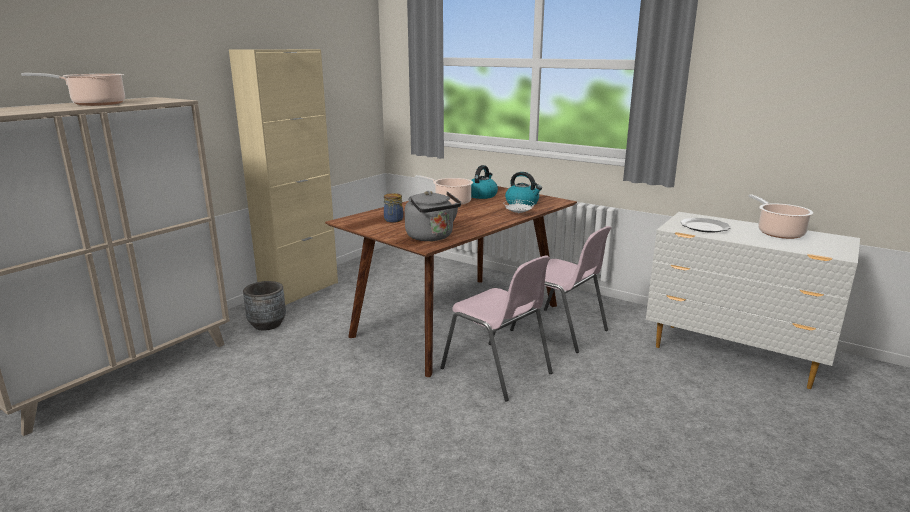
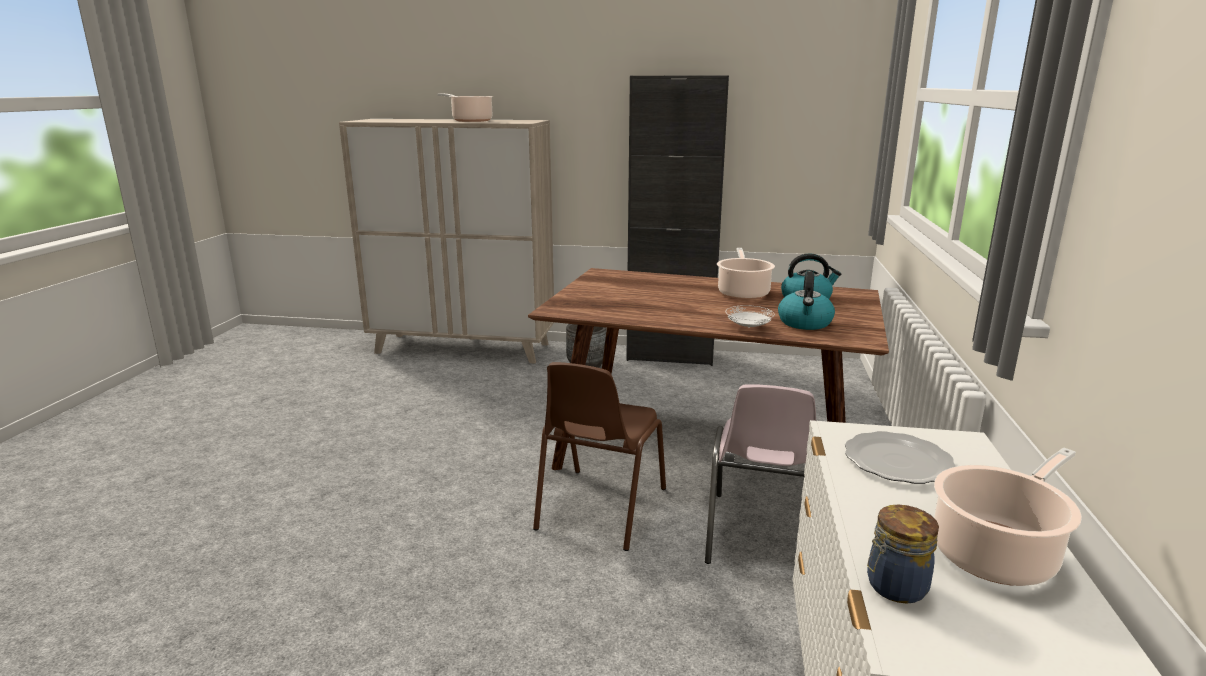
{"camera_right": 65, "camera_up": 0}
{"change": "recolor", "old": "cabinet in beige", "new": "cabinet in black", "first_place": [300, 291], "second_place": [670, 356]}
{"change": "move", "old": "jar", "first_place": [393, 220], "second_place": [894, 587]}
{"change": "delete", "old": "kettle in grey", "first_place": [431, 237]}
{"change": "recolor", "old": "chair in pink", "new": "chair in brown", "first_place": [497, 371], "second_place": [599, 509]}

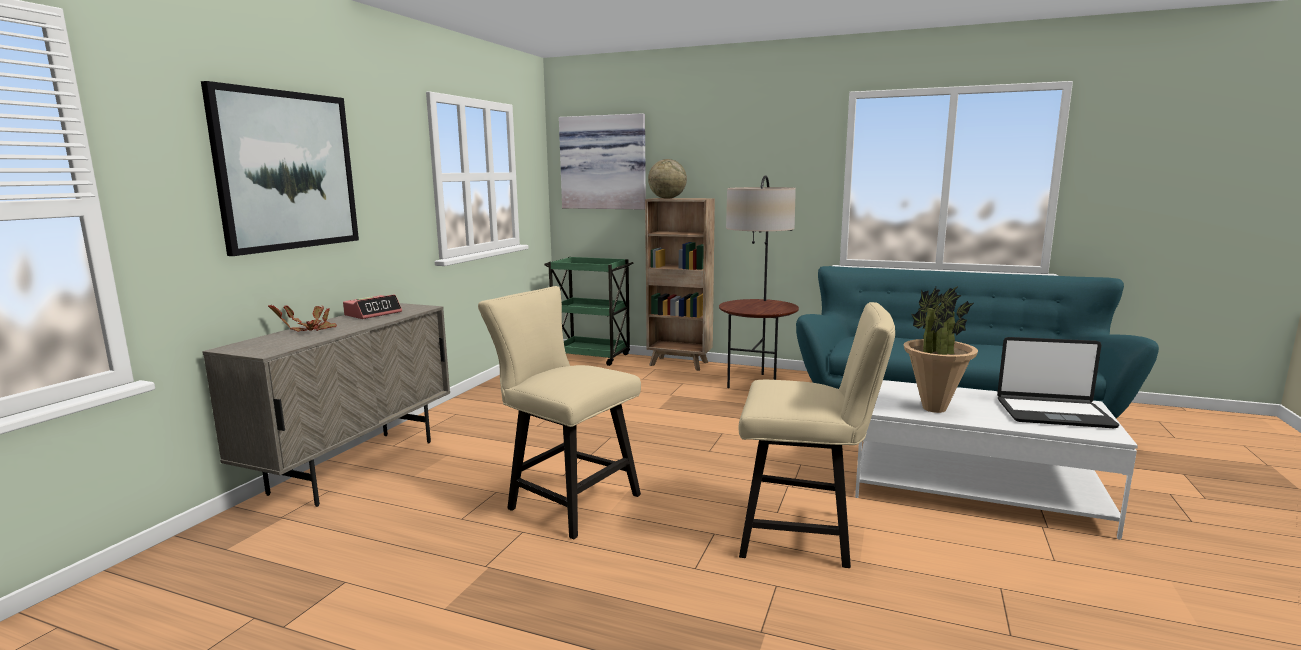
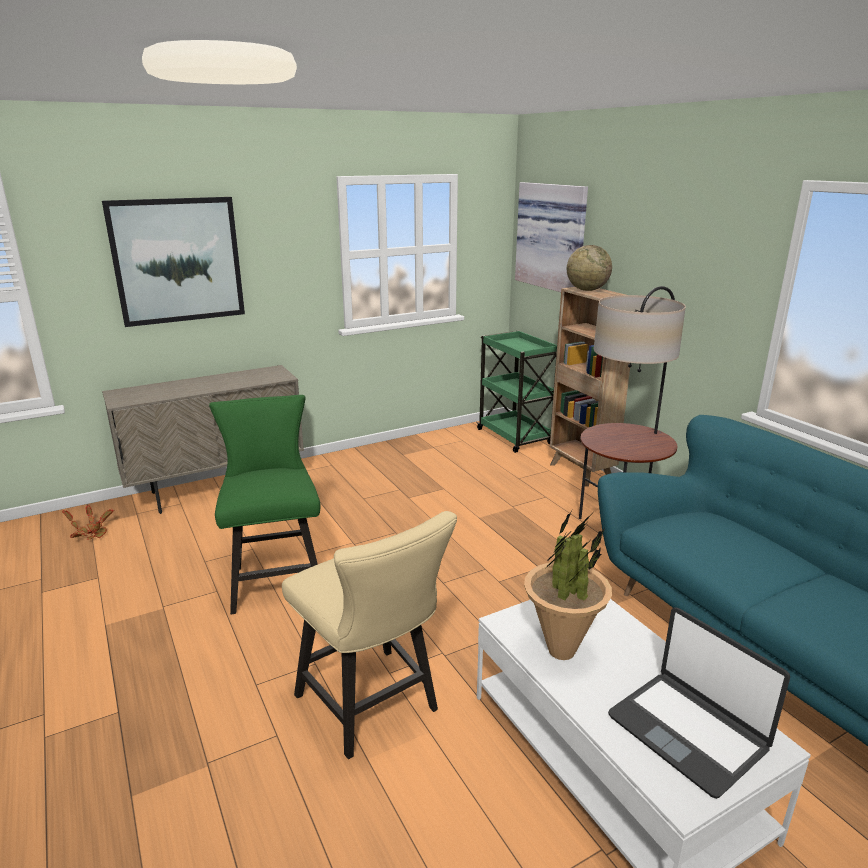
{"camera_right": 40, "camera_up": 10}
{"change": "move", "old": "potted plant", "first_place": [310, 330], "second_place": [91, 533]}
{"change": "delete", "old": "alarm clock", "first_place": [373, 314]}
{"change": "recolor", "old": "chair in beige", "new": "chair in green", "first_place": [566, 500], "second_place": [276, 578]}

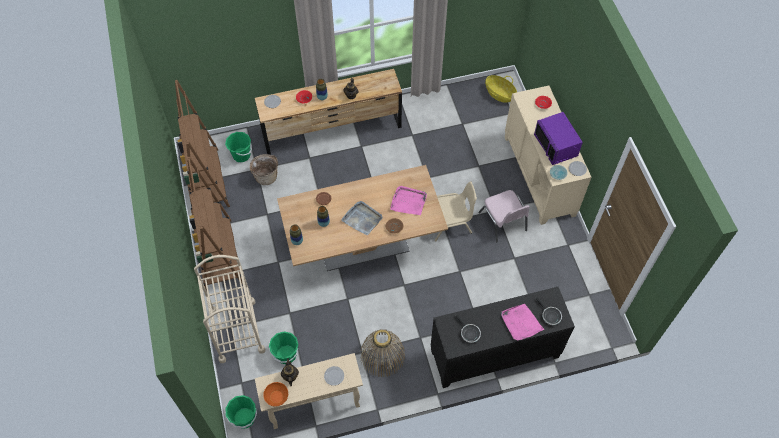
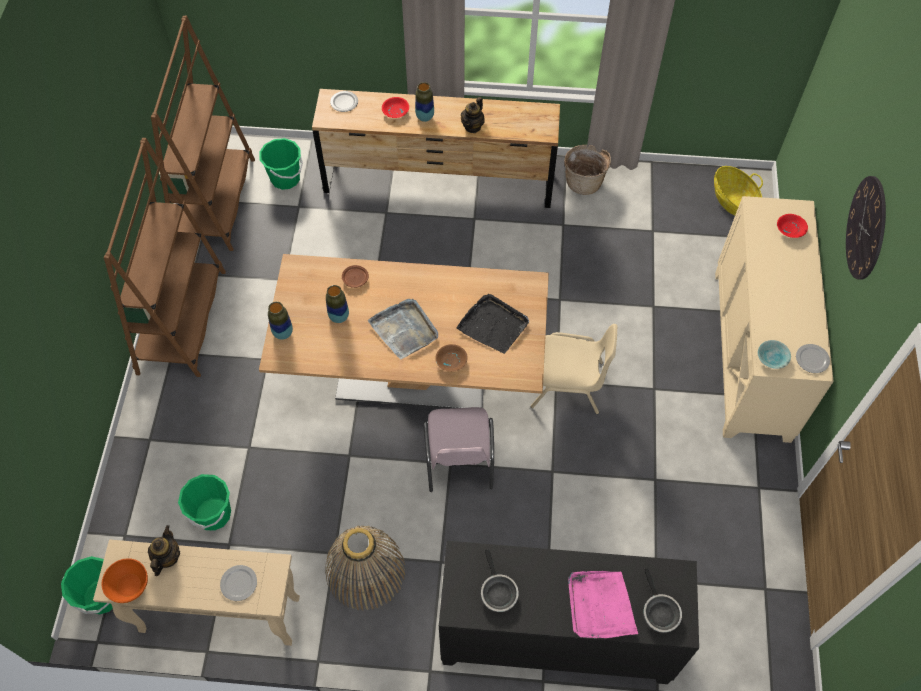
{"camera_right": 20, "camera_up": 0}
{"change": "delete", "old": "cart in beige", "first_place": [237, 330]}
{"change": "move", "old": "basket", "first_place": [266, 176], "second_place": [584, 181]}
{"change": "recolor", "old": "tray in pink", "new": "tray in black", "first_place": [408, 201], "second_place": [493, 325]}
{"change": "move", "old": "chair in pink", "first_place": [503, 222], "second_place": [459, 459]}
{"change": "delete", "old": "microwave in purple", "first_place": [556, 145]}
{"change": "insert", "new": "wall clock", "second_place": [866, 228]}

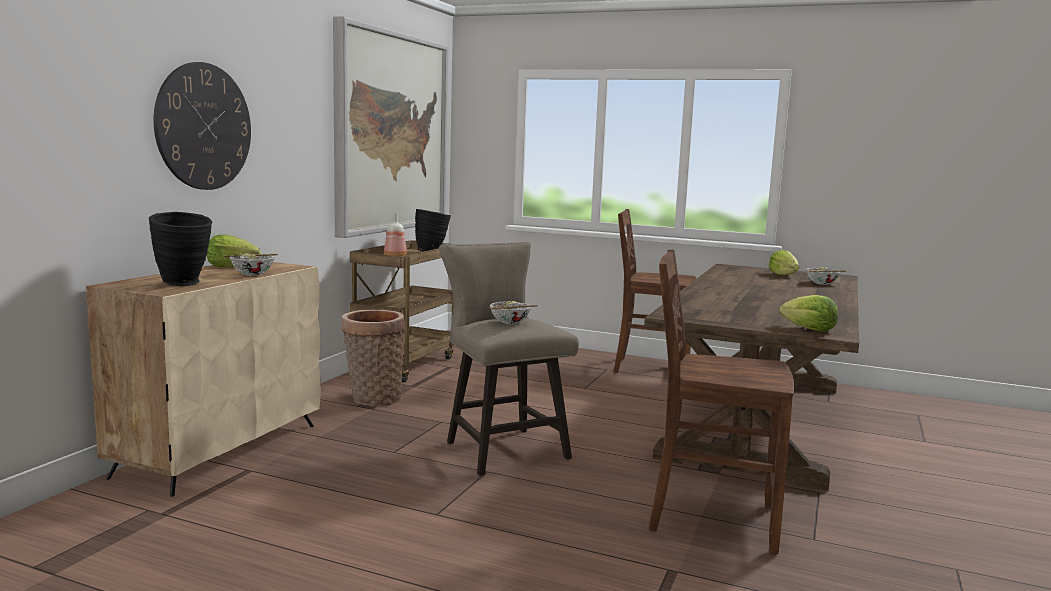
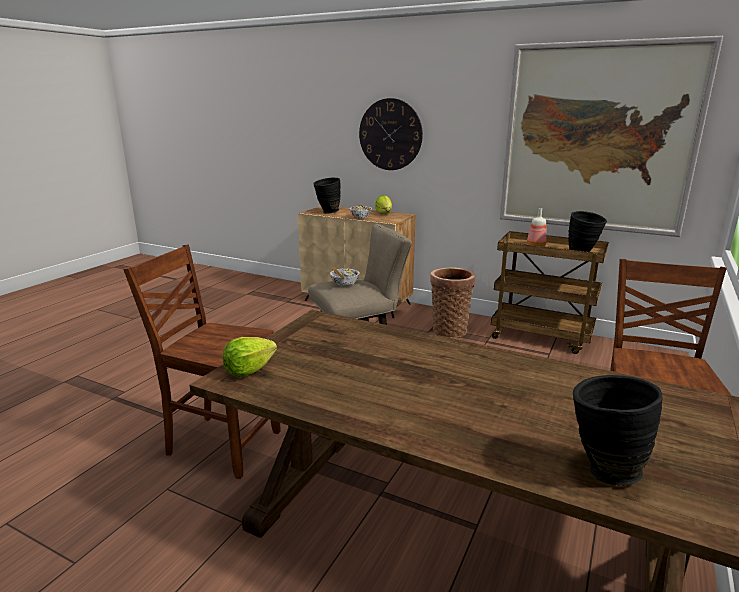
{"camera_right": 95, "camera_up": 10}
{"change": "rotate", "old": "chair in brown", "first_place": [709, 518], "second_place": [222, 443], "degrees": -90}
{"change": "delete", "old": "lettuce", "first_place": [783, 275]}
{"change": "replace", "old": "bowl", "new": "vase in black", "first_place": [822, 283], "second_place": [601, 469]}

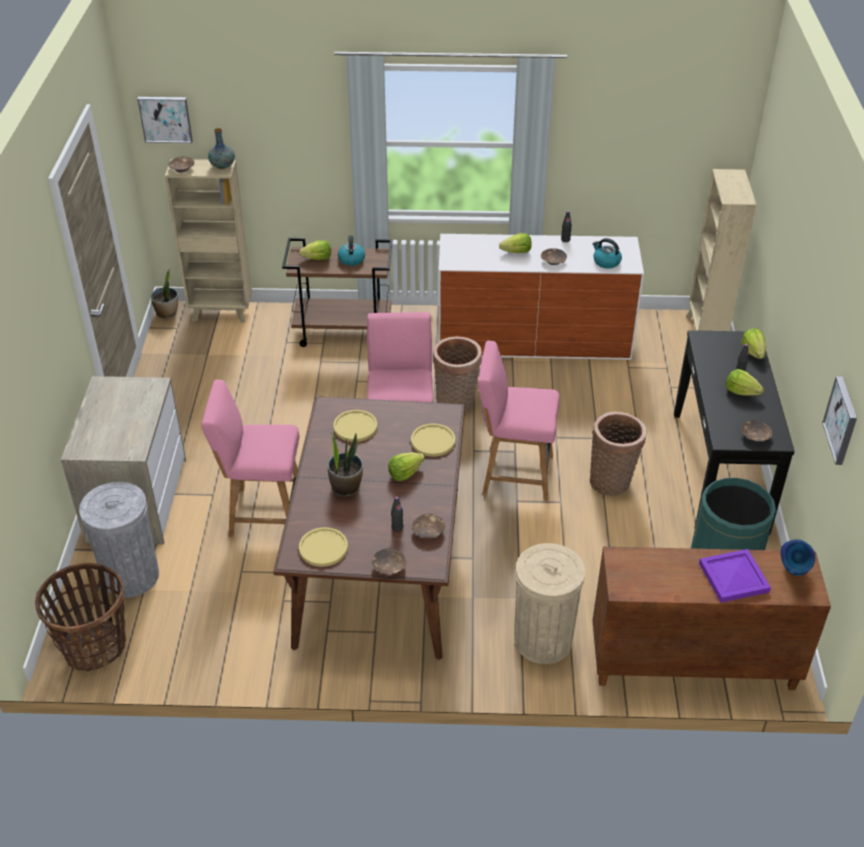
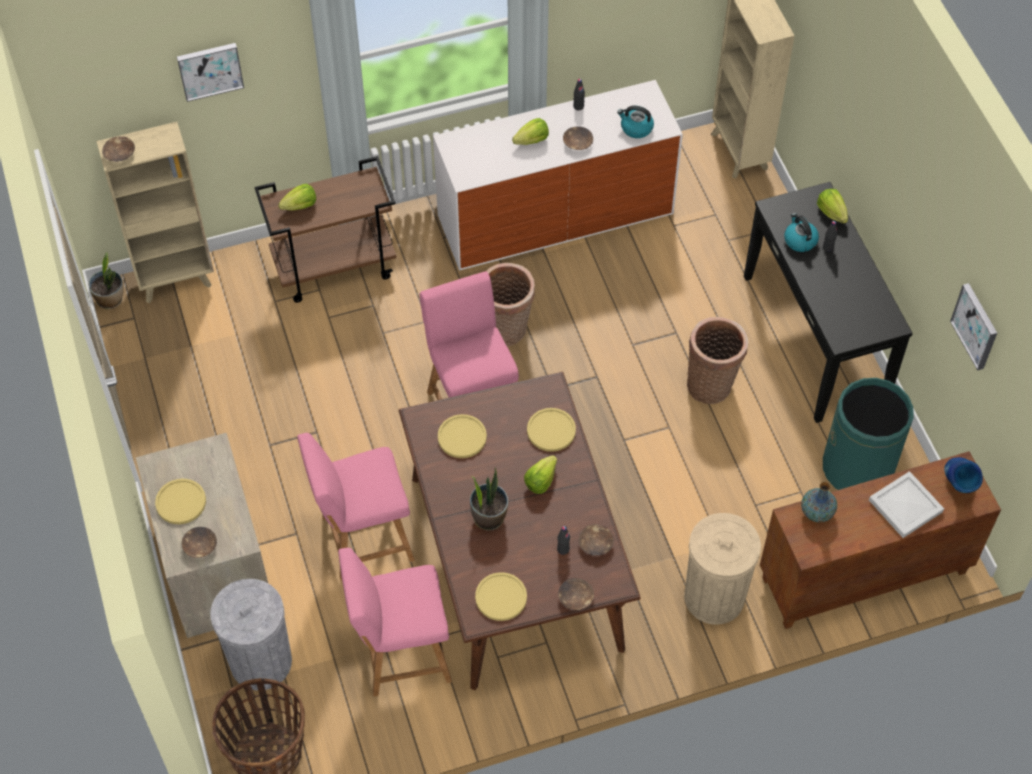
{"camera_right": -20, "camera_up": 15}
{"change": "move", "old": "picture", "first_place": [165, 118], "second_place": [210, 70]}
{"change": "move", "old": "vase", "first_place": [222, 166], "second_place": [816, 512]}
{"change": "move", "old": "kettle", "first_place": [351, 259], "second_place": [799, 240]}
{"change": "move", "old": "chair in pink", "first_place": [513, 474], "second_place": [400, 654]}
{"change": "recolor", "old": "tray in purple", "new": "tray in white", "first_place": [734, 577], "second_place": [905, 505]}
{"change": "delete", "old": "lettuce", "first_place": [741, 392]}
{"change": "move", "old": "bowl in brown", "first_place": [755, 436], "second_place": [199, 546]}
{"change": "insert", "new": "plate in yellow", "second_place": [181, 502]}

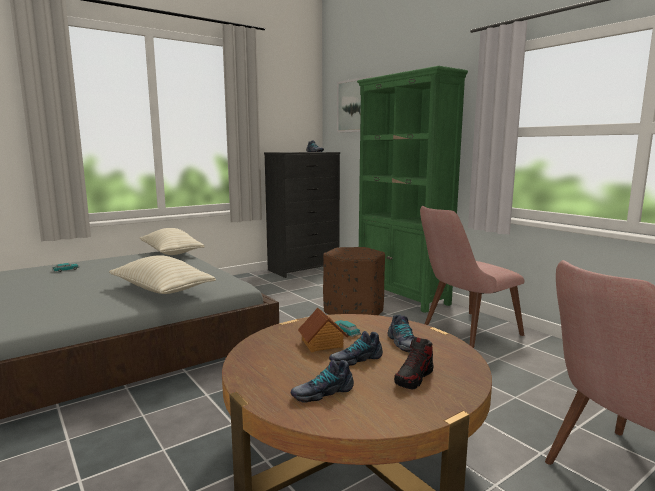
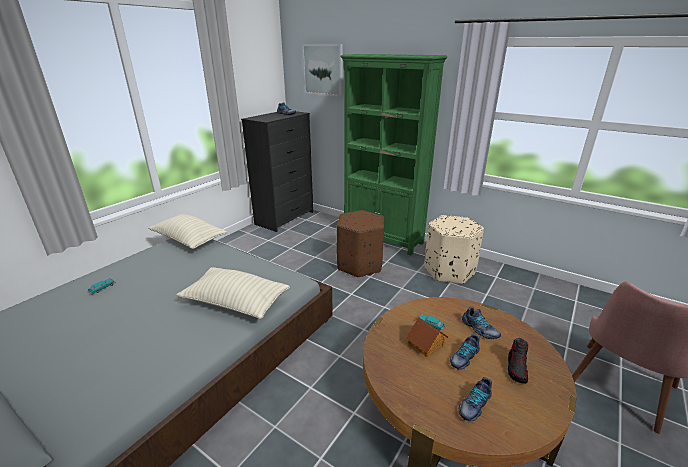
{"camera_right": -20, "camera_up": 15}
{"change": "replace", "old": "chair in pink", "new": "ottoman in beige", "first_place": [463, 331], "second_place": [448, 271]}

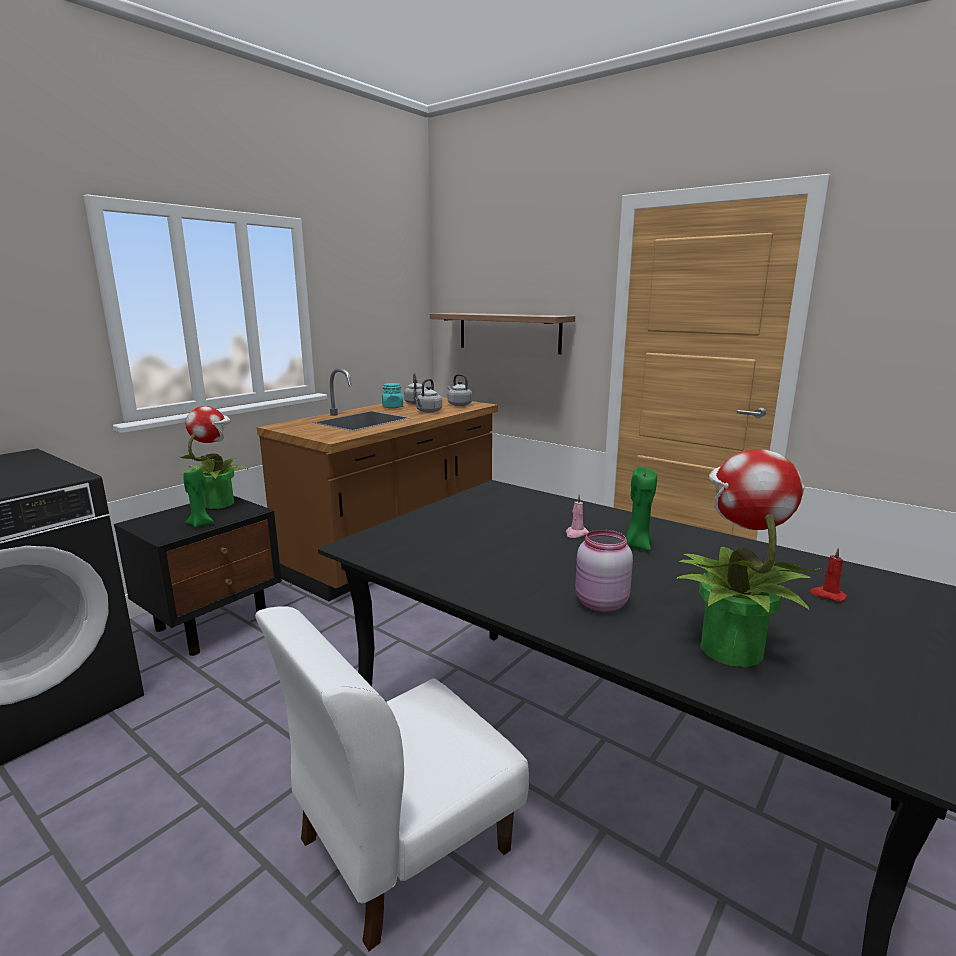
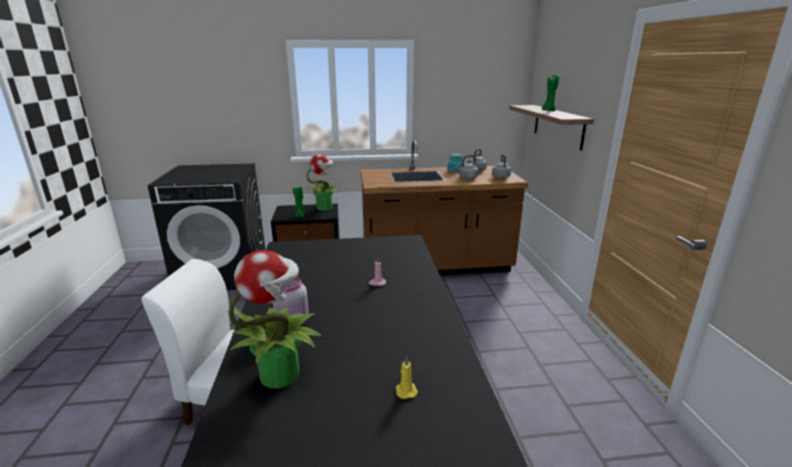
{"camera_right": 45, "camera_up": 5}
{"change": "move", "old": "candle in green", "first_place": [637, 546], "second_place": [548, 110]}
{"change": "recolor", "old": "candle in red", "new": "candle in yellow", "first_place": [827, 595], "second_place": [405, 390]}

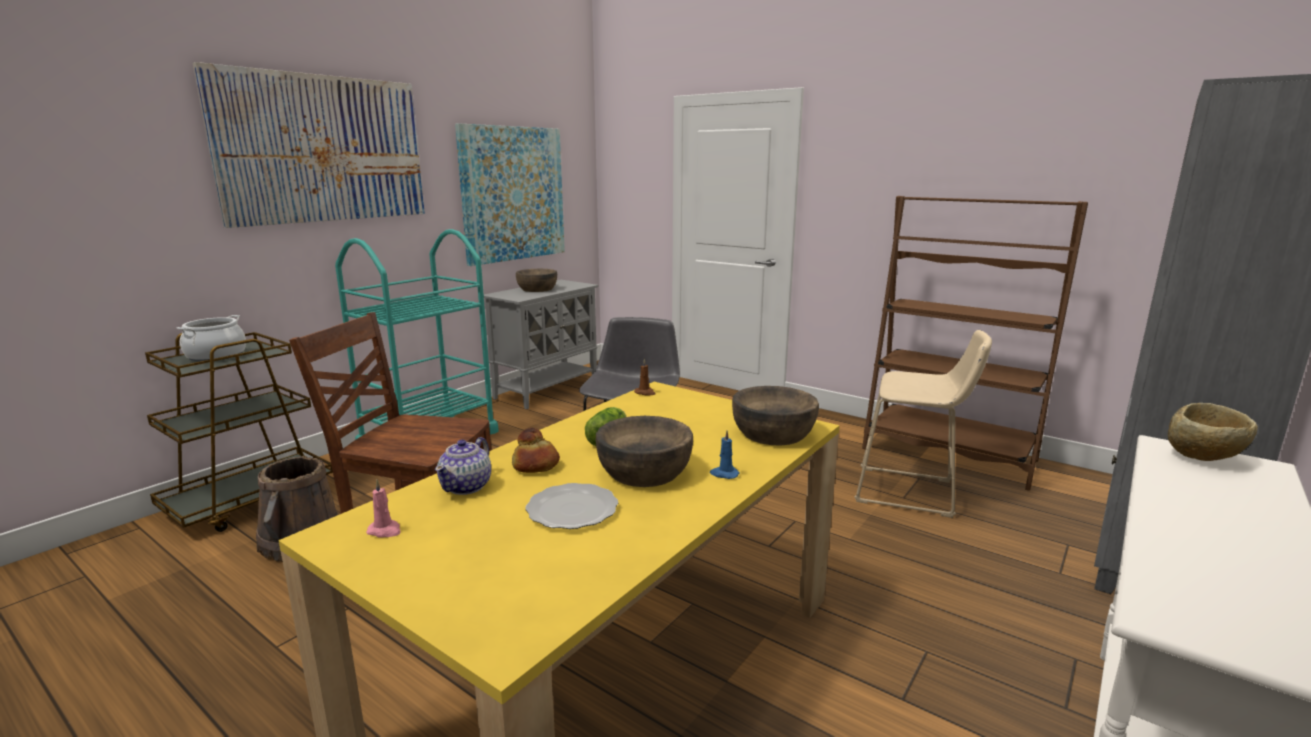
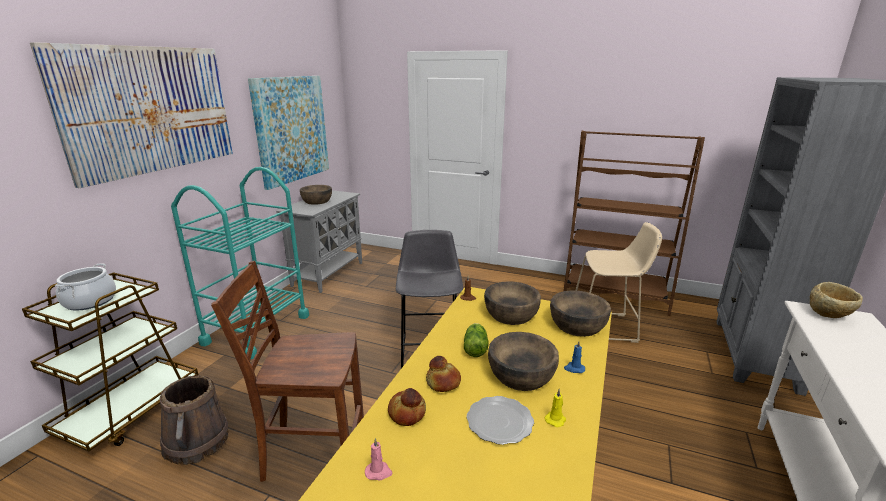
{"camera_right": -15, "camera_up": 5}
{"change": "replace", "old": "teapot", "new": "bread", "first_place": [467, 486], "second_place": [407, 413]}
{"change": "insert", "new": "bowl in brown", "second_place": [511, 314]}
{"change": "insert", "new": "candle in yellow", "second_place": [555, 419]}

